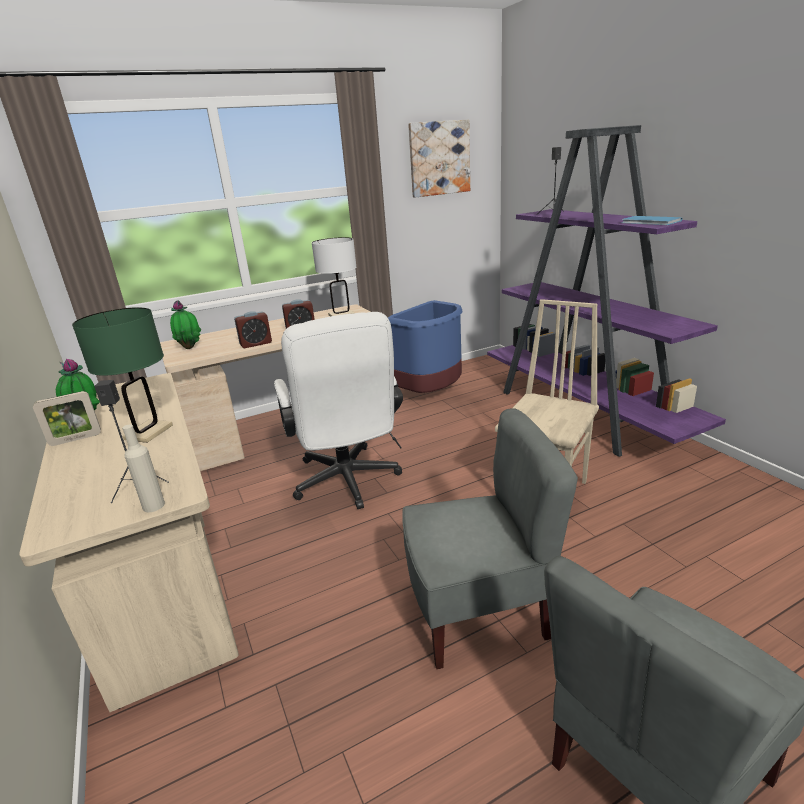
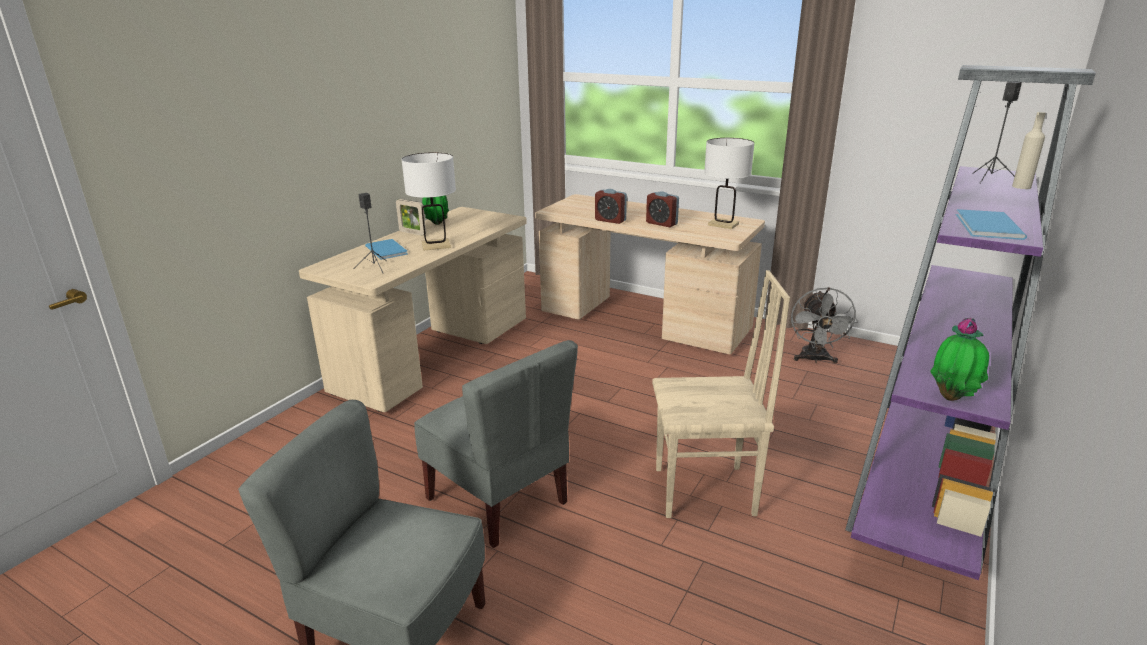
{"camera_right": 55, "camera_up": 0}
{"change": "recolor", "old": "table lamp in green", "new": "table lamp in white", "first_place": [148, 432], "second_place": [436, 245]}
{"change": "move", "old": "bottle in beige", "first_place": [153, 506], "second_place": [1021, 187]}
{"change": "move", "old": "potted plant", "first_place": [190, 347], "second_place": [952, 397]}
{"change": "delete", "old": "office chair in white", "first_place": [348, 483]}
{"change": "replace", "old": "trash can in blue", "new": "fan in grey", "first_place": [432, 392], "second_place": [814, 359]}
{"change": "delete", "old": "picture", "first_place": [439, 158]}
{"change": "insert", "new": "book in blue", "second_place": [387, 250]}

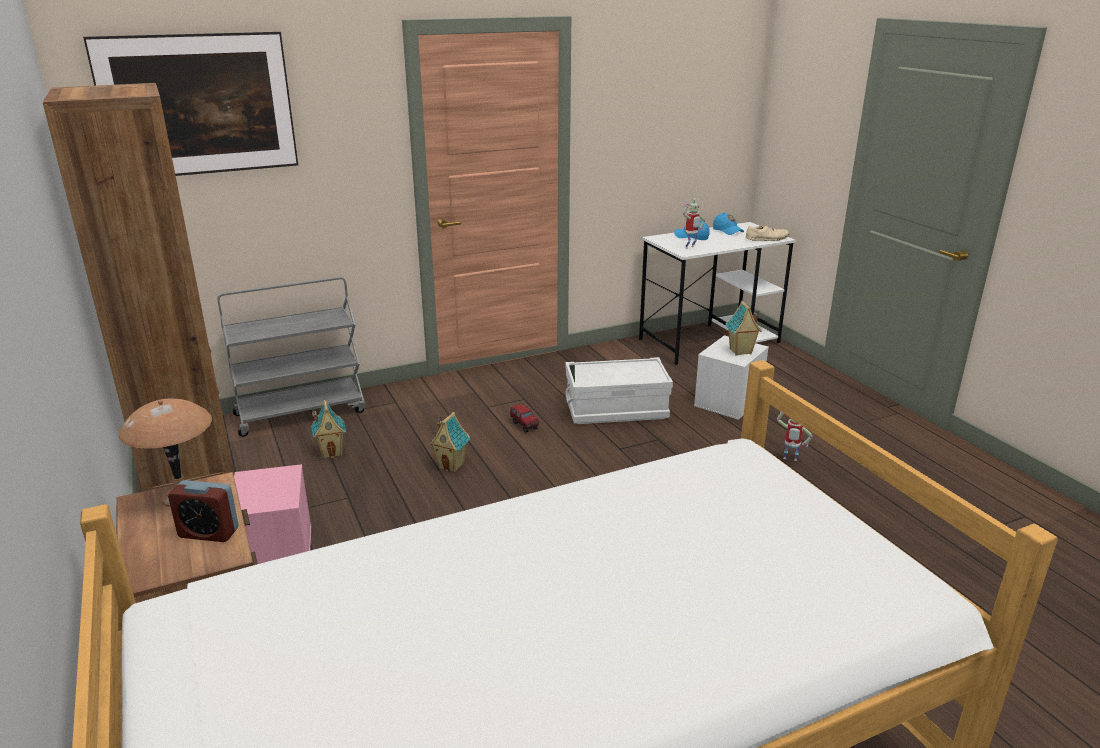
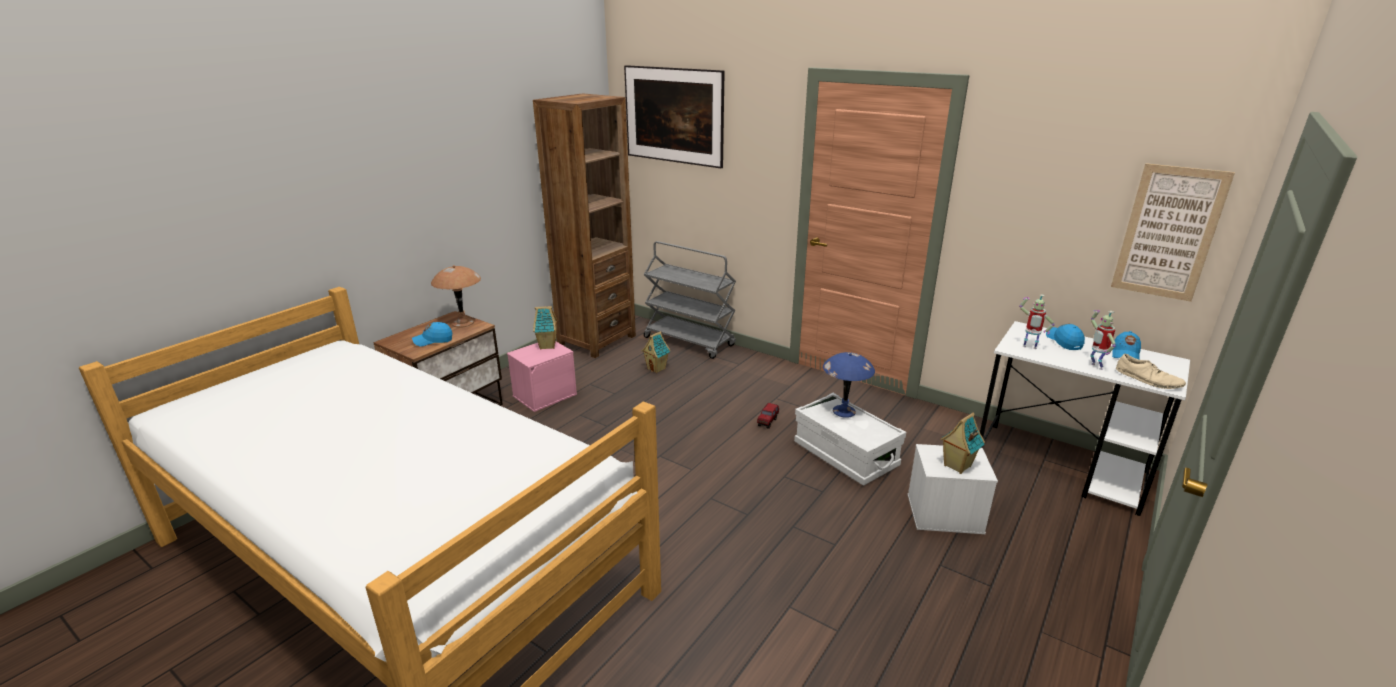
{"camera_right": 60, "camera_up": 0}
{"change": "replace", "old": "alarm clock", "new": "cap in blue", "first_place": [209, 533], "second_place": [433, 340]}
{"change": "move", "old": "toy house", "first_place": [452, 465], "second_place": [548, 346]}
{"change": "move", "old": "toy robot", "first_place": [789, 460], "second_place": [1094, 366]}
{"change": "insert", "new": "table lamp in blue", "second_place": [844, 411]}
{"change": "insert", "new": "picture", "second_place": [1168, 233]}

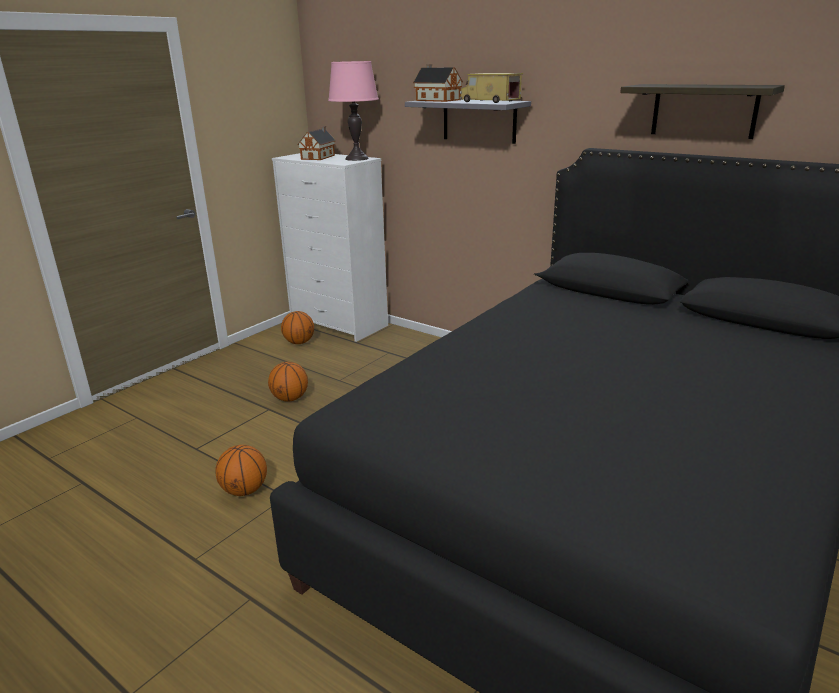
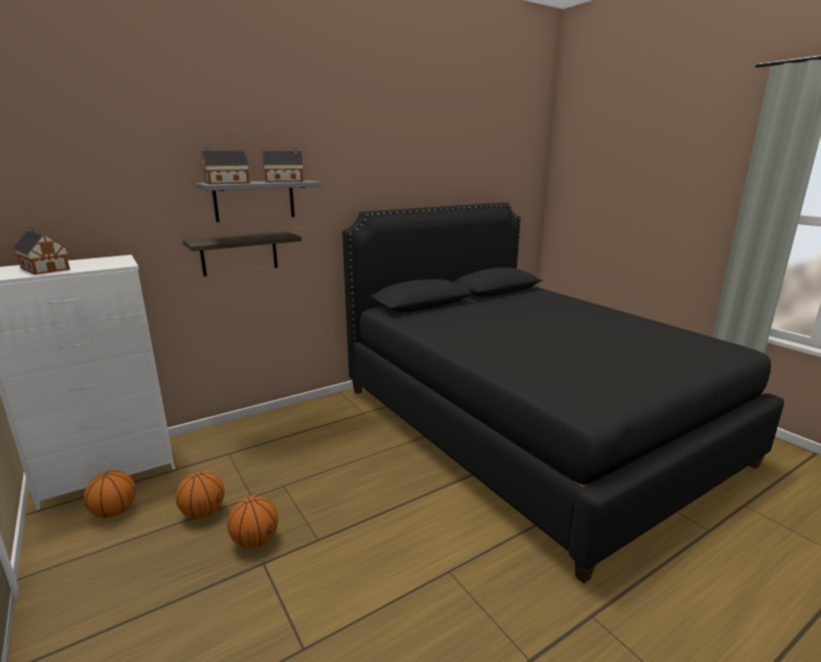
{"camera_right": -70, "camera_up": -5}
{"change": "move", "old": "basketball", "first_place": [245, 490], "second_place": [203, 513]}
{"change": "delete", "old": "table lamp in pink", "first_place": [356, 158]}
{"change": "replace", "old": "toy truck", "new": "toy house", "first_place": [490, 101], "second_place": [286, 181]}
{"change": "move", "old": "shelf", "first_place": [704, 110], "second_place": [239, 253]}

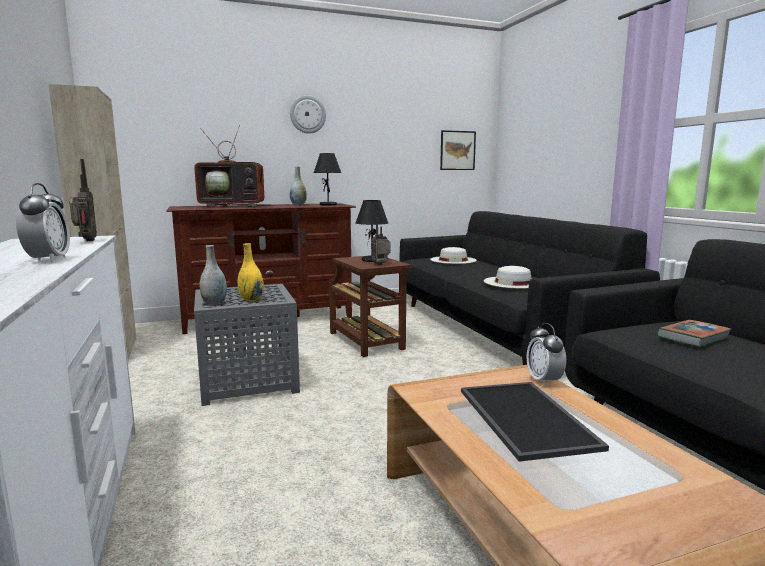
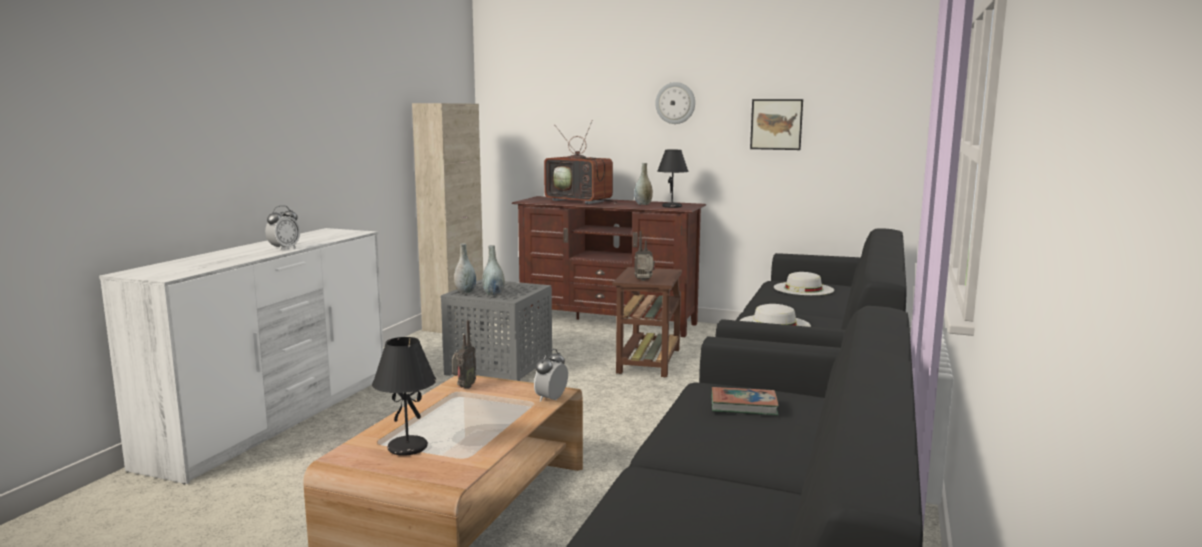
{"camera_right": 40, "camera_up": 0}
{"change": "move", "old": "radio", "first_place": [85, 241], "second_place": [463, 387]}
{"change": "recolor", "old": "vase in yellow", "new": "vase in grey", "first_place": [251, 299], "second_place": [493, 294]}
{"change": "move", "old": "table lamp in black", "first_place": [372, 260], "second_place": [407, 448]}
{"change": "move", "old": "picture", "first_place": [457, 150], "second_place": [776, 124]}
{"change": "delete", "old": "tray", "first_place": [528, 418]}

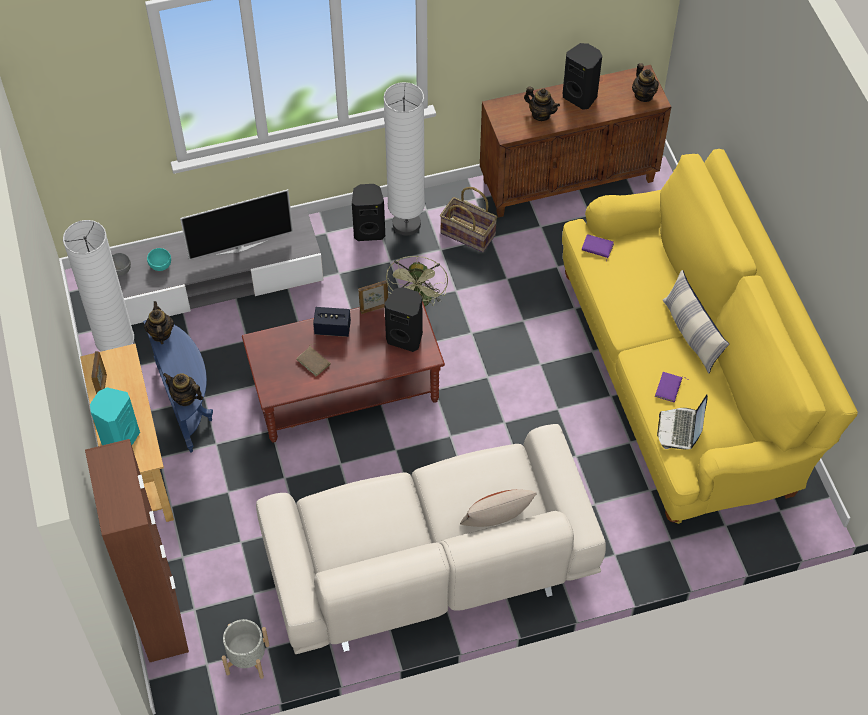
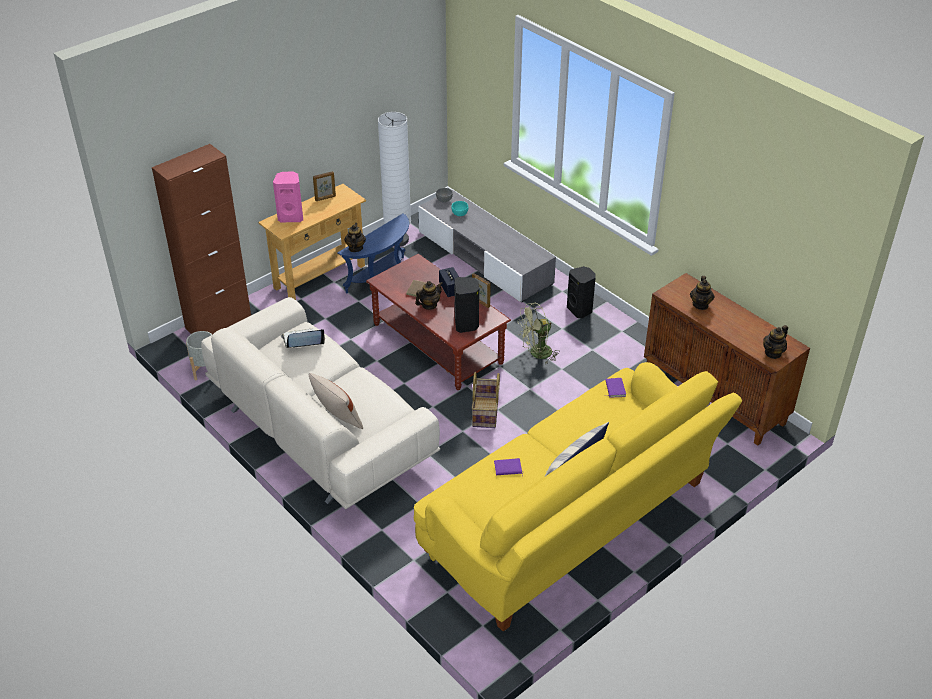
{"camera_right": 65, "camera_up": -15}
{"change": "recolor", "old": "speaker in turquoise", "new": "speaker in pink", "first_place": [119, 439], "second_place": [291, 217]}
{"change": "move", "old": "teapot", "first_place": [161, 334], "second_place": [429, 305]}
{"change": "delete", "old": "television", "first_place": [240, 247]}
{"change": "delete", "old": "floor lamp in white", "first_place": [406, 224]}
{"change": "move", "old": "basket", "first_place": [468, 233], "second_place": [486, 412]}
{"change": "delete", "old": "speaker in black", "first_place": [580, 96]}
{"change": "move", "old": "laptop", "first_place": [680, 429], "second_place": [303, 341]}

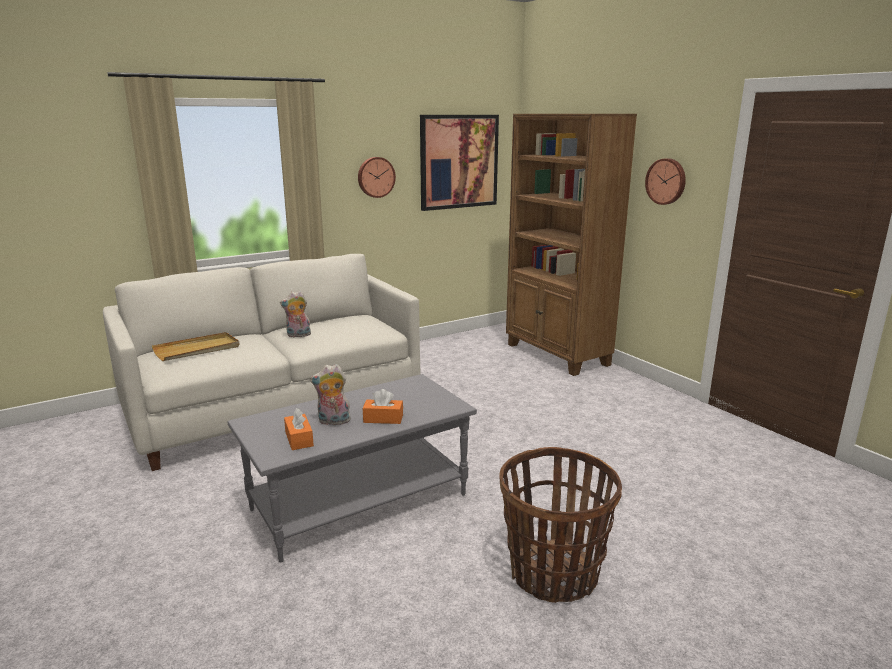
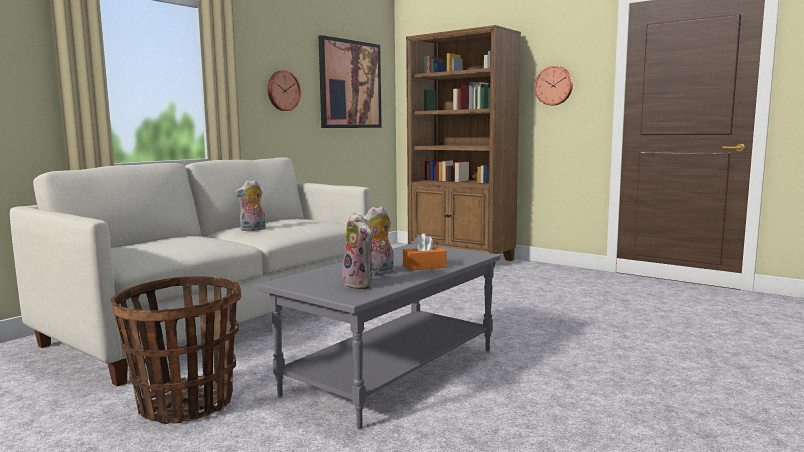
{"camera_right": -20, "camera_up": -10}
{"change": "delete", "old": "tray in beige", "first_place": [197, 349]}
{"change": "replace", "old": "tissue box in orange", "new": "plush toy", "first_place": [299, 439], "second_place": [360, 285]}
{"change": "move", "old": "basket", "first_place": [553, 574], "second_place": [186, 404]}

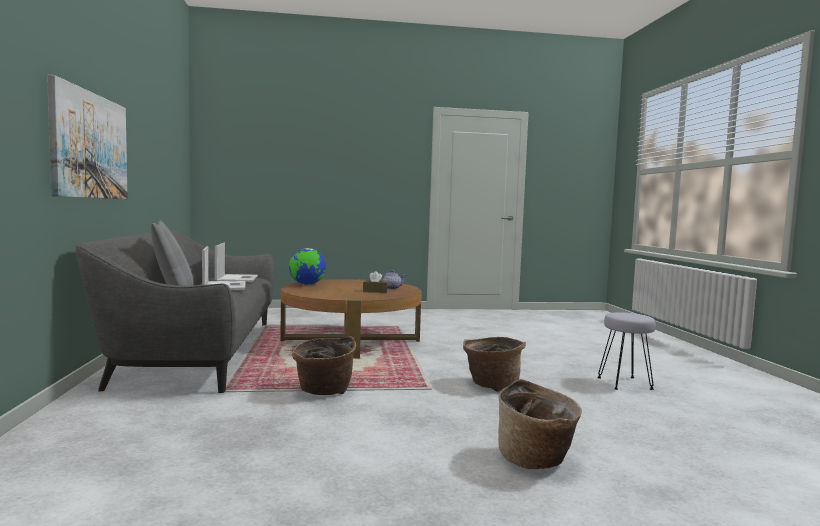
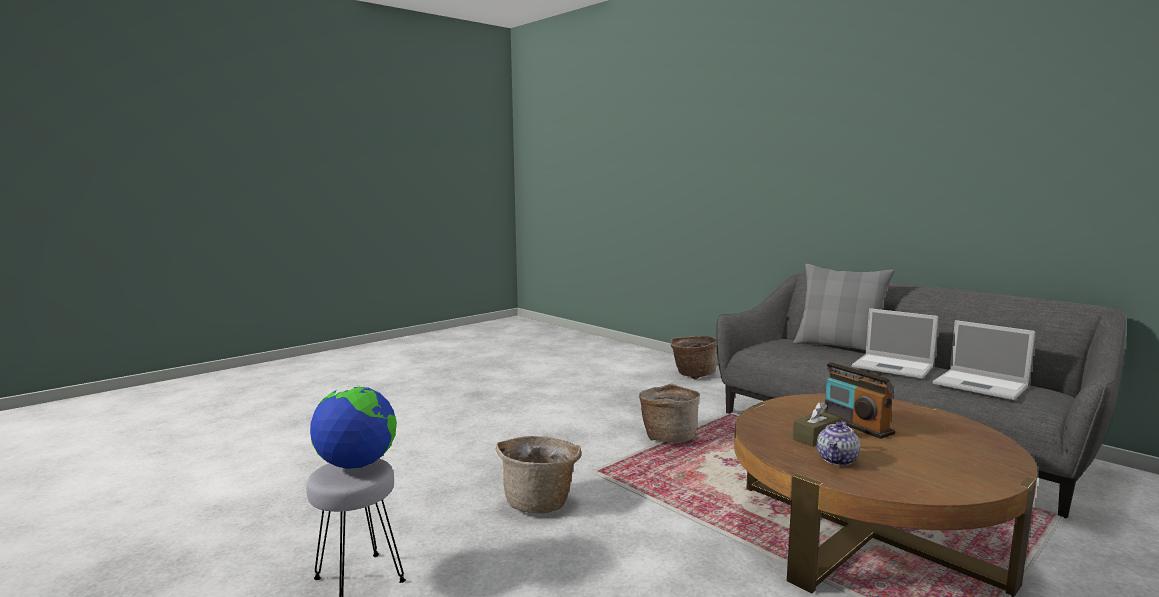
{"camera_right": 145, "camera_up": 5}
{"change": "delete", "old": "picture", "first_place": [89, 146]}
{"change": "move", "old": "globe", "first_place": [307, 284], "second_place": [357, 465]}
{"change": "move", "old": "basket", "first_place": [536, 460], "second_place": [693, 374]}
{"change": "insert", "new": "radio", "second_place": [855, 424]}

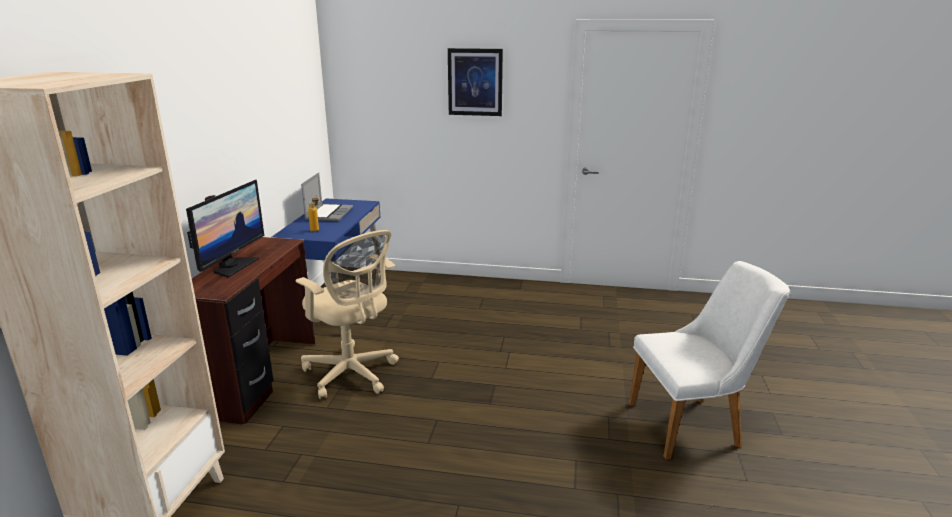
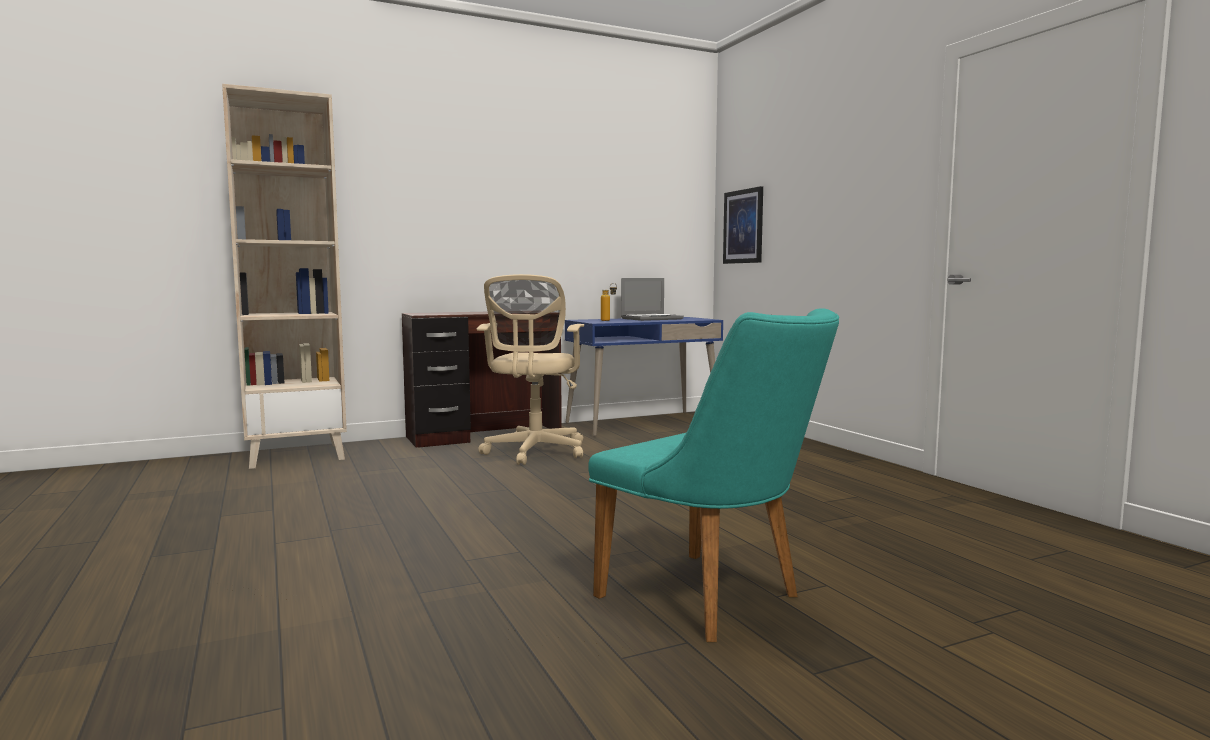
{"camera_right": 55, "camera_up": -15}
{"change": "delete", "old": "monitor", "first_place": [233, 266]}
{"change": "move", "old": "picture", "first_place": [475, 82], "second_place": [743, 226]}
{"change": "recolor", "old": "chair in white", "new": "chair in turquoise", "first_place": [694, 424], "second_place": [714, 600]}

